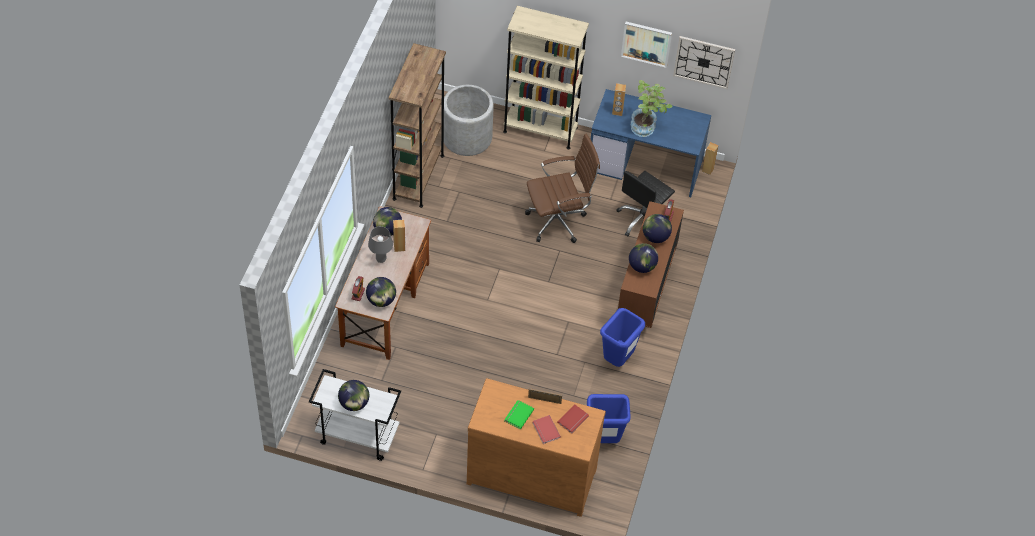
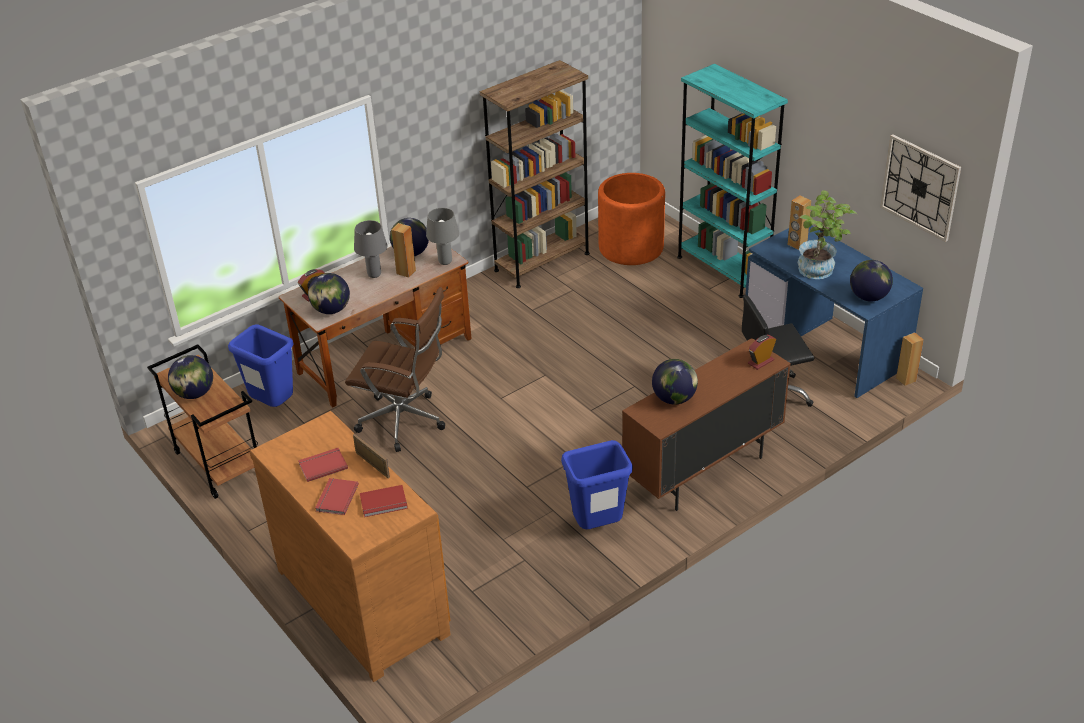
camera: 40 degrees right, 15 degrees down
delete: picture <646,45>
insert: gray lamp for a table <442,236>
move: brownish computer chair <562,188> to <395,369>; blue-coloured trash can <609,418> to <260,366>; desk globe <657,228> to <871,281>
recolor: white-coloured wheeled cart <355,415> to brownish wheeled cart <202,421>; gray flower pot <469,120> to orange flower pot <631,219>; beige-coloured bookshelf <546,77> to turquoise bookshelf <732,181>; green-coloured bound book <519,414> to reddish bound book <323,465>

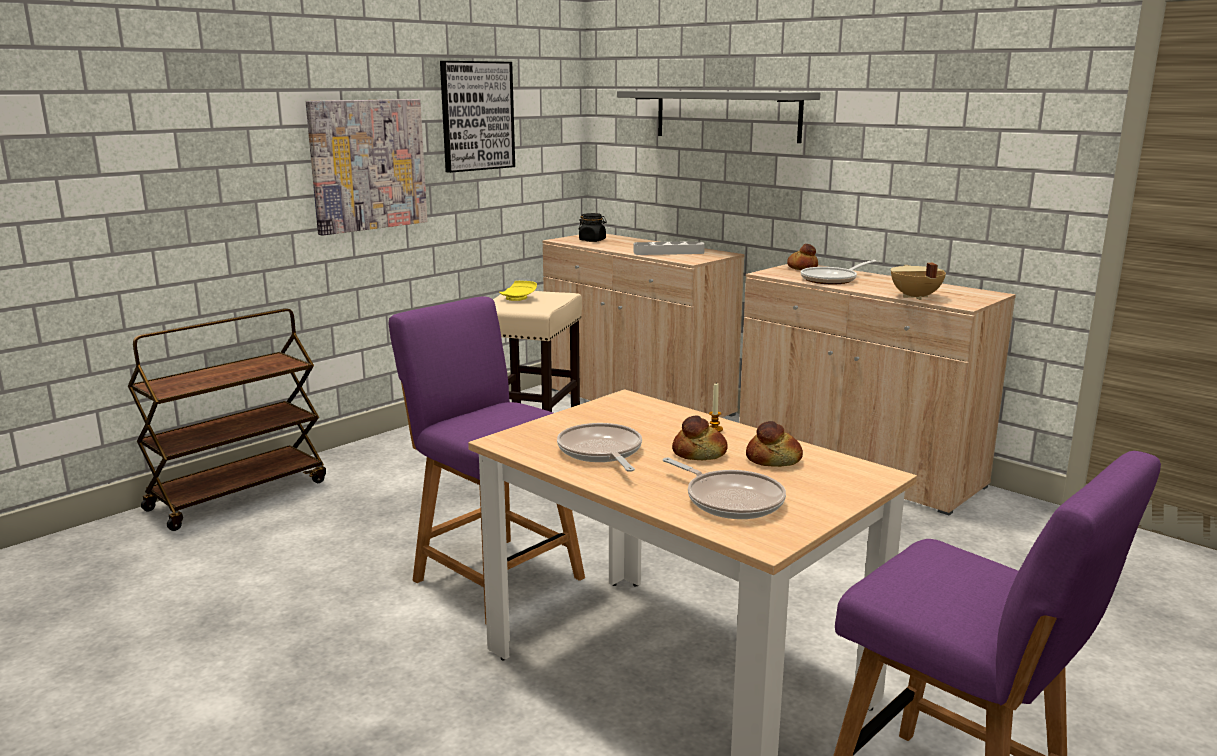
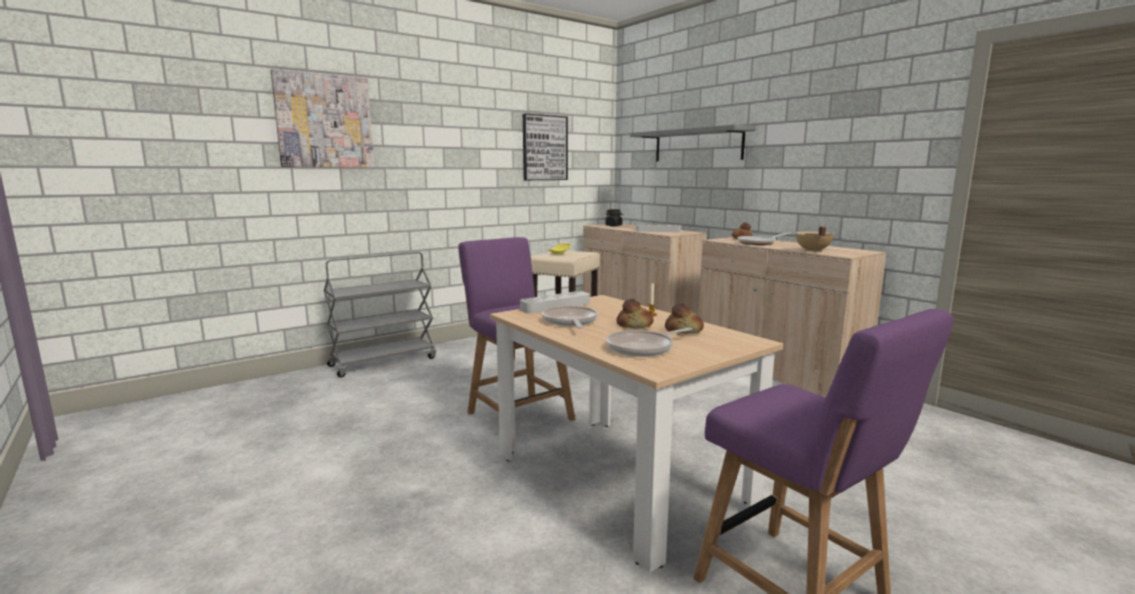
camera: 10 degrees right, 5 degrees down
insert: gray tray <555,302>
move: picture <366,167> to <322,118>
recolor: brownish wheeled cart <227,419> to gray wheeled cart <380,314>
rotate: pan <724,488> = <649,342> 90 degrees clockwise

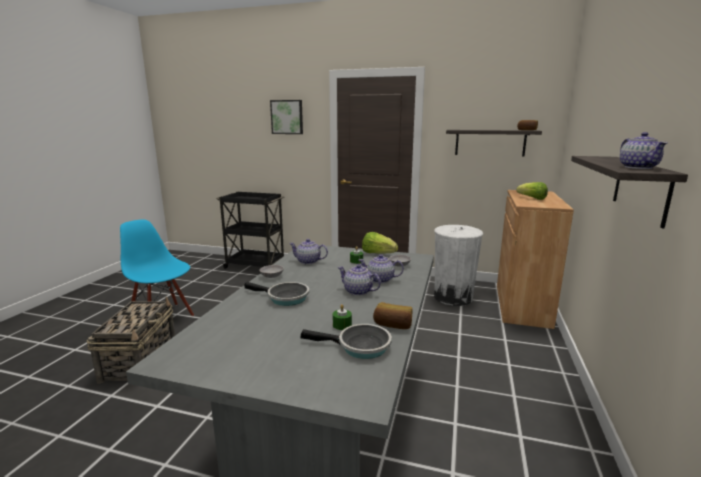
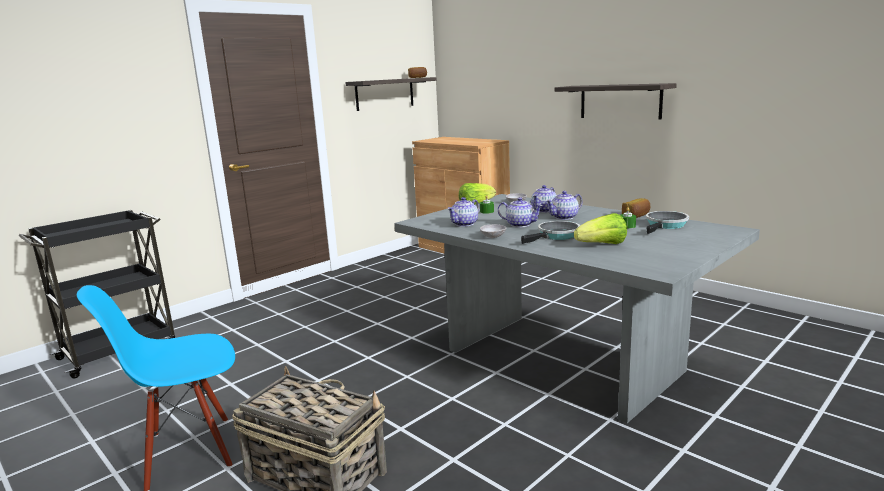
camera: 60 degrees left, 0 degrees up
delete: picture <286,117>; white-coloured trash can <458,265>
move: head of lettuce <532,191> to <600,228>; pot for tea <644,150> to <520,212>

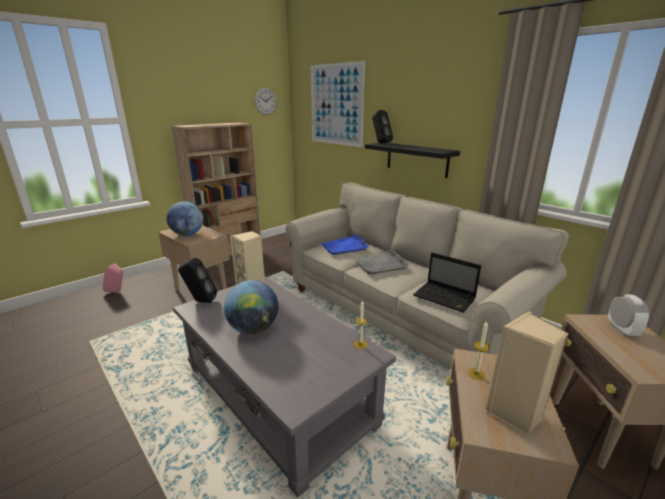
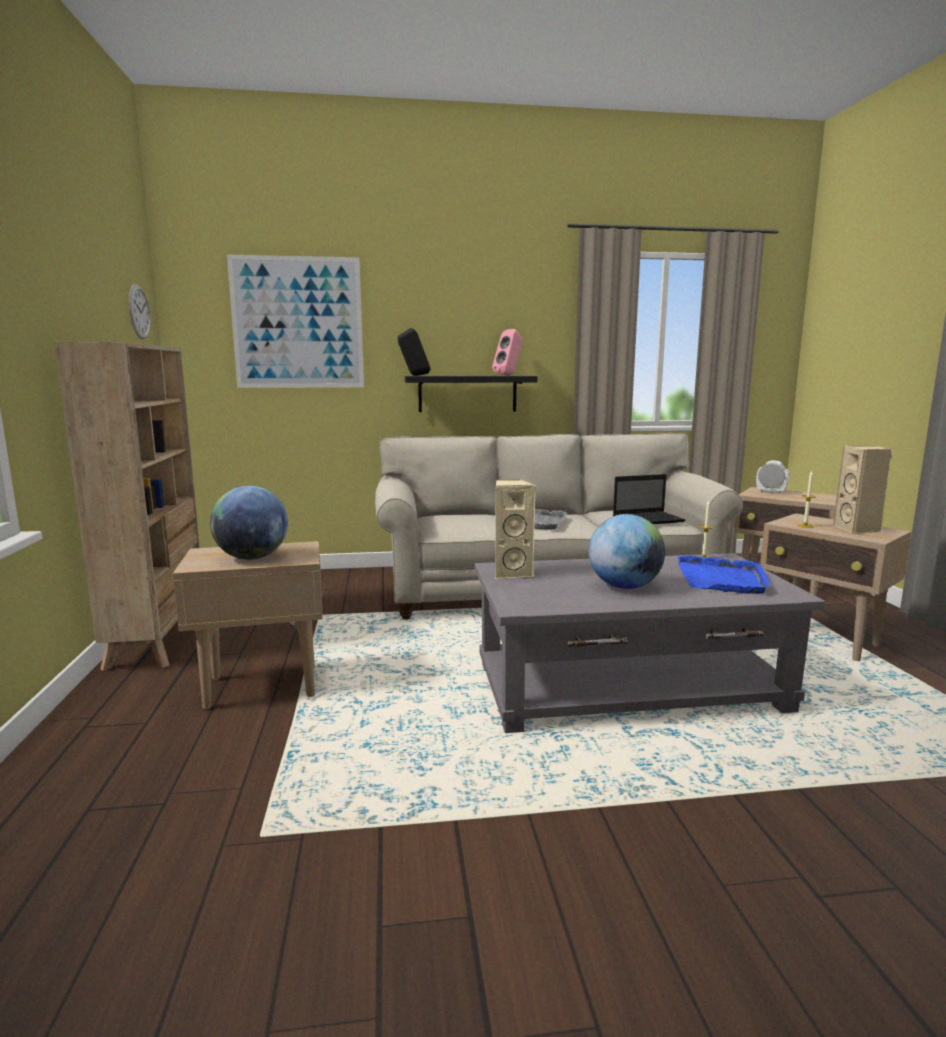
camera: 55 degrees left, 10 degrees down
delete: black-coloured loudspeaker <197,280>
move: pink loudspeaker <113,278> to <507,352>; blue-coloured tray <345,244> to <724,574>

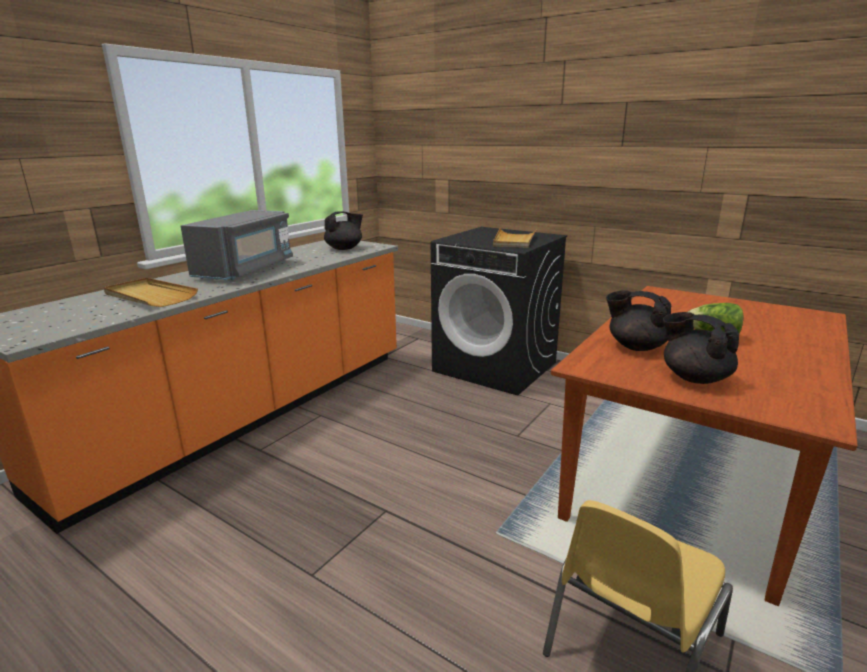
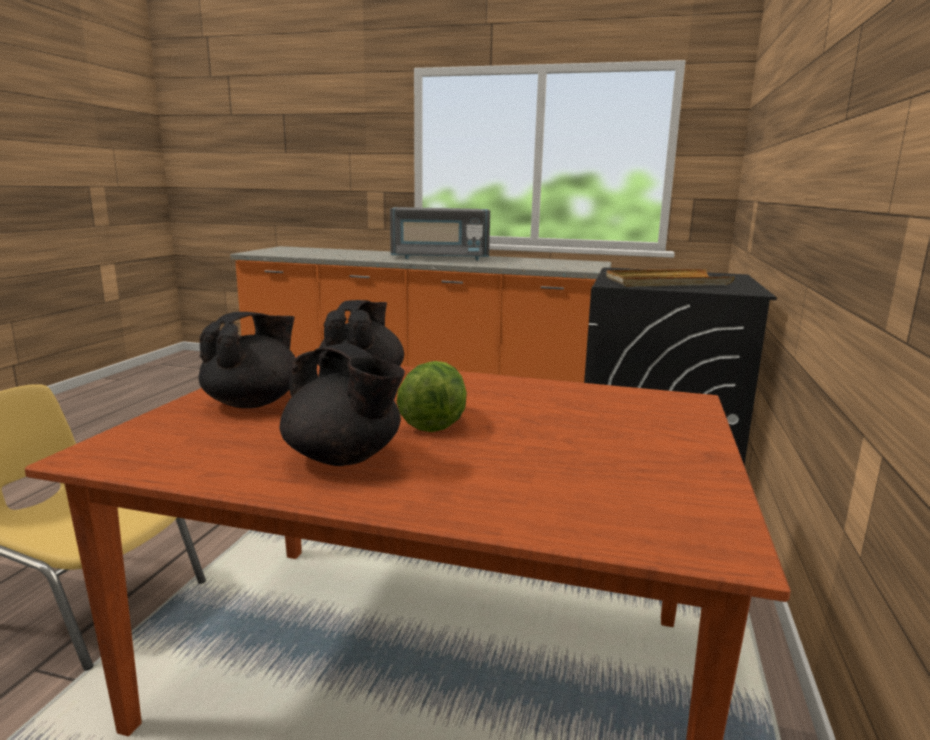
camera: 70 degrees right, 5 degrees down
delete: beige-coloured tray <150,292>
move: black-coloured pot for tea <343,230> to <342,405>

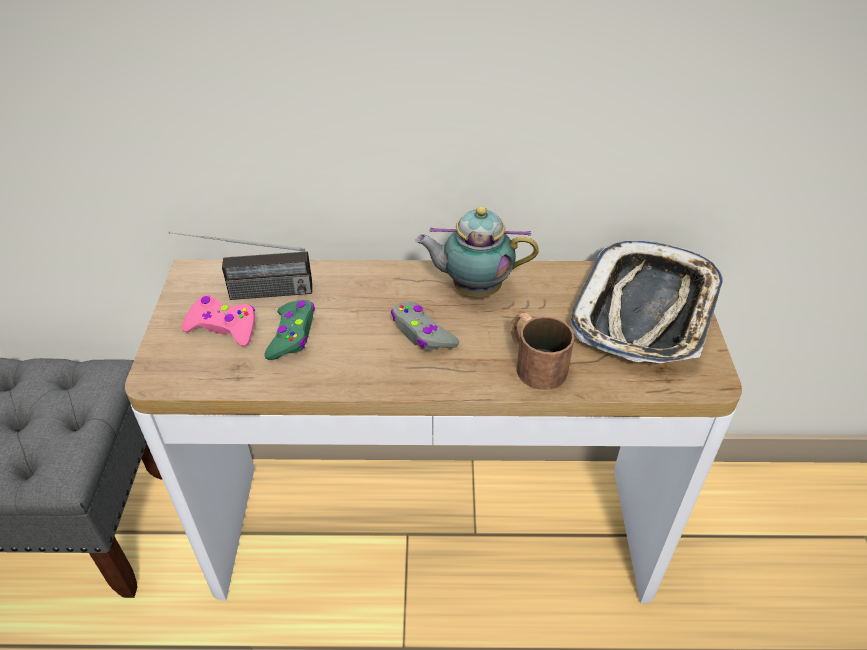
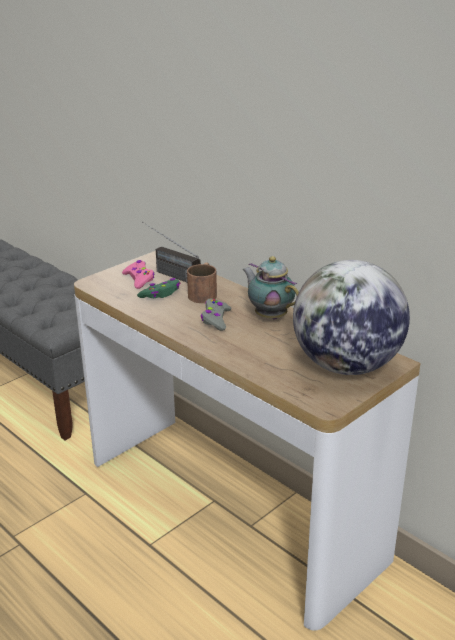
camera: 45 degrees right, 15 degrees down
move: brownish tea mug <542,351> to <202,282>
replace: tray <647,302> to desk globe <351,317>

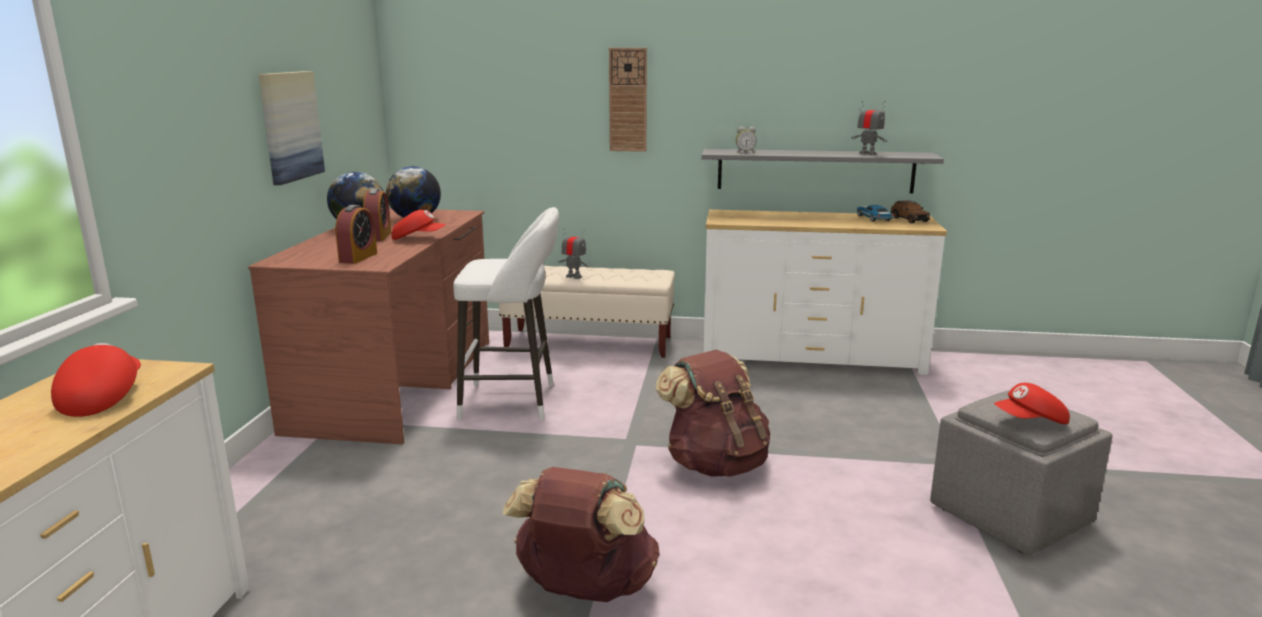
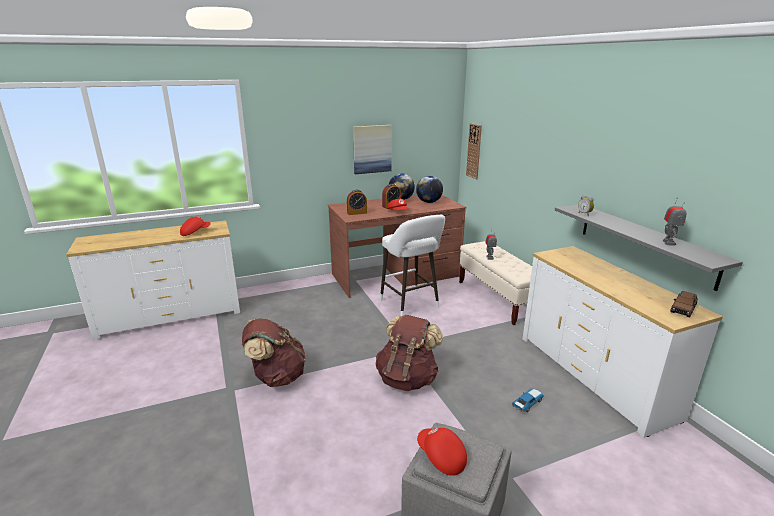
camera: 60 degrees right, 5 degrees up
move: hanging clock <628,100> to <474,151>; miniature car <875,213> to <527,400>

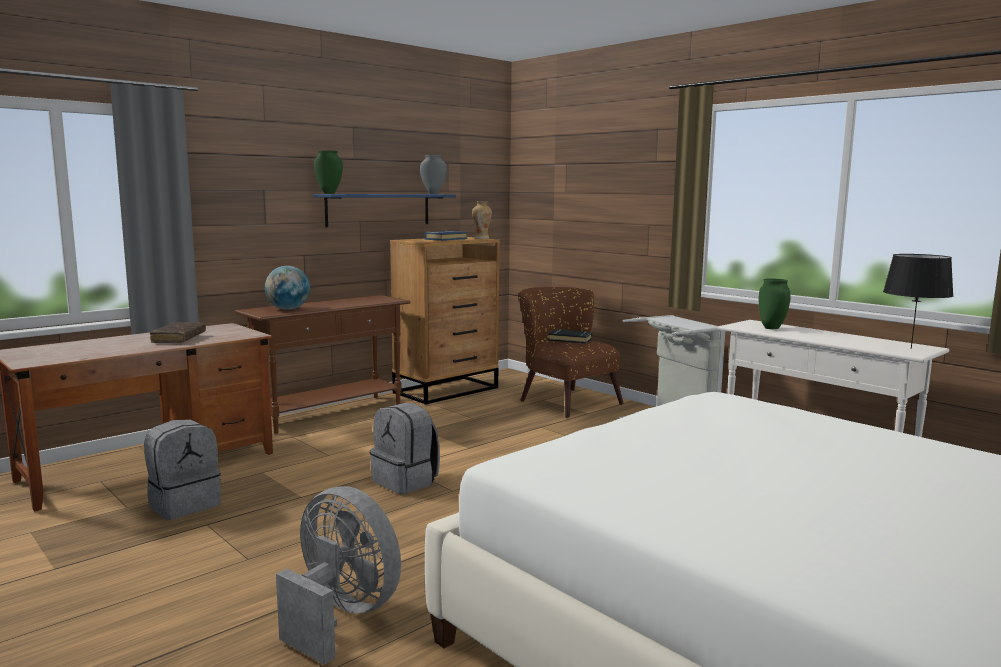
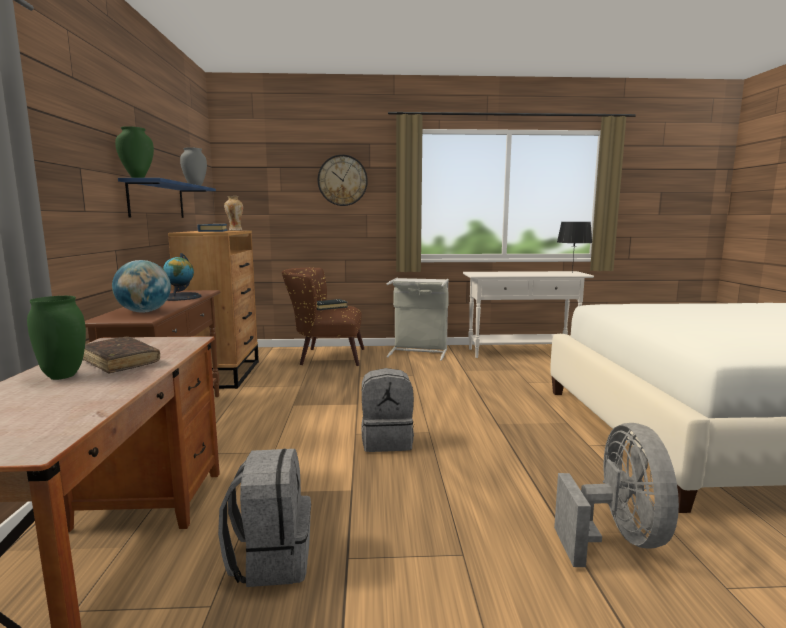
camera: 50 degrees left, 0 degrees up
insert: desk globe <182,277>; hanging clock <343,180>
move: green-coloured vase <774,304> to <56,338>
rotate: gray cooling fan <338,575> = <616,495> 105 degrees clockwise

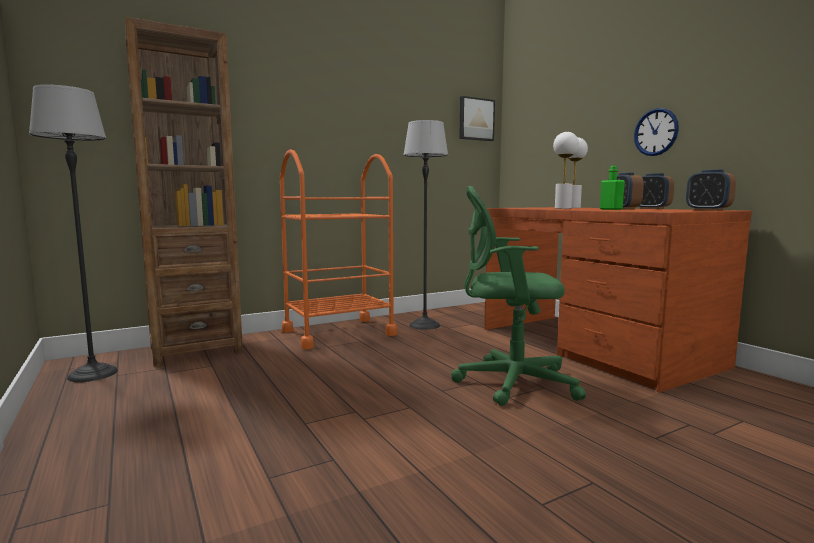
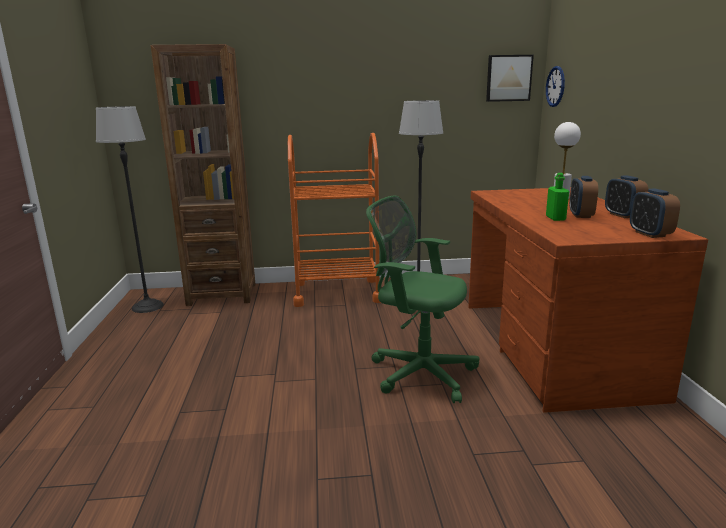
camera: 25 degrees right, 10 degrees up
delete: white-coloured lamp for a table <566,170>
move: hanging clock <656,132> to <555,86>

